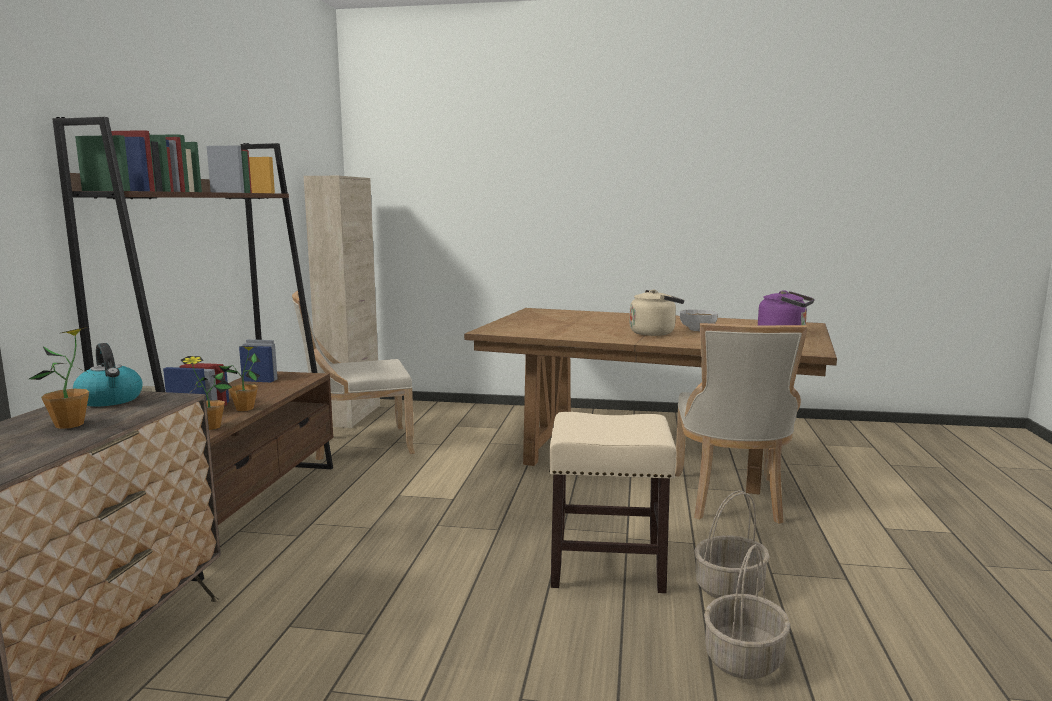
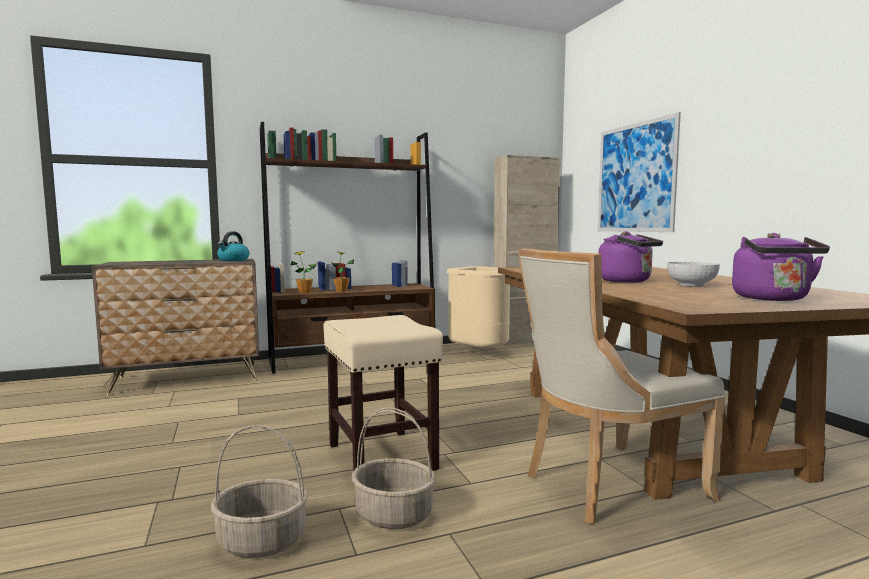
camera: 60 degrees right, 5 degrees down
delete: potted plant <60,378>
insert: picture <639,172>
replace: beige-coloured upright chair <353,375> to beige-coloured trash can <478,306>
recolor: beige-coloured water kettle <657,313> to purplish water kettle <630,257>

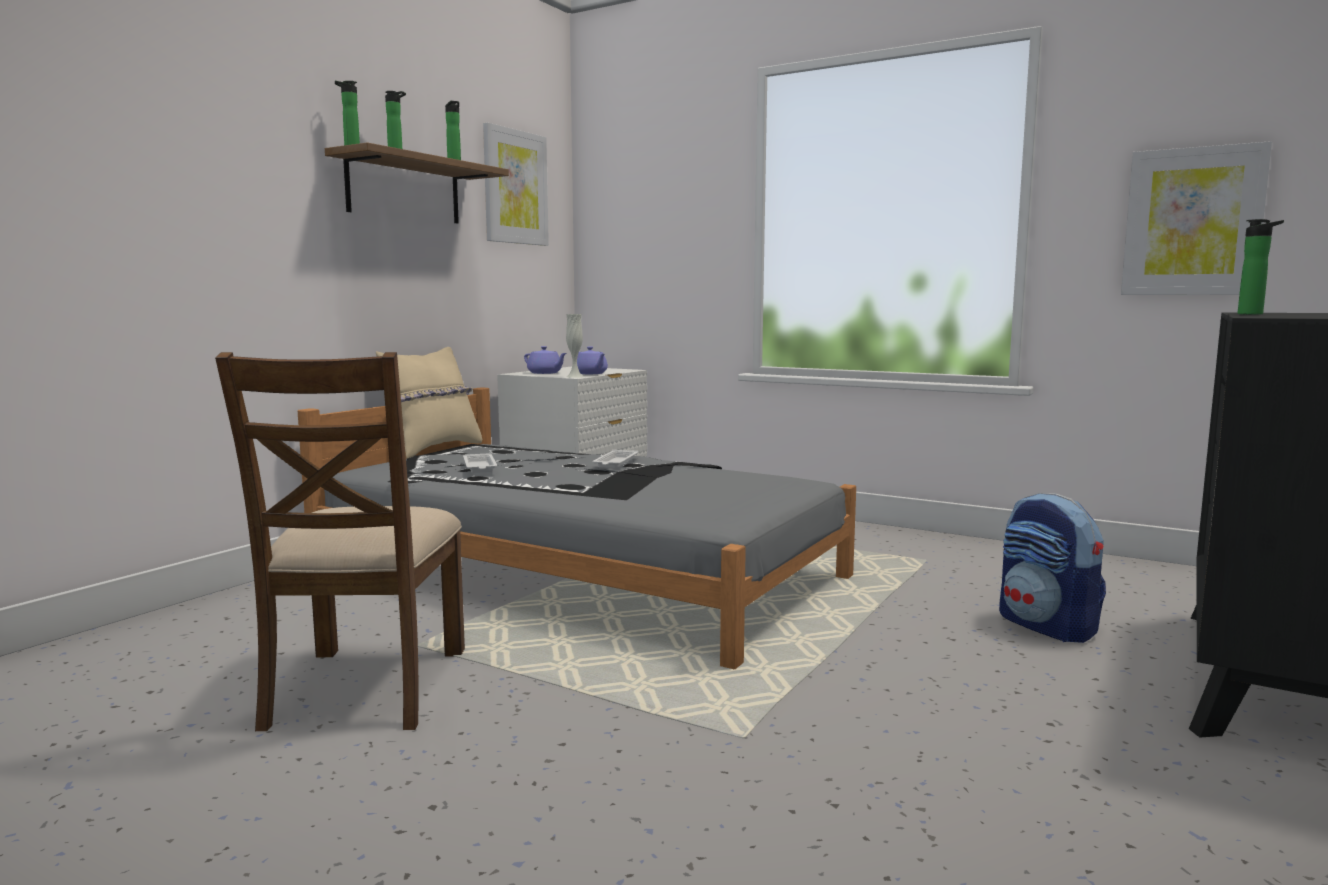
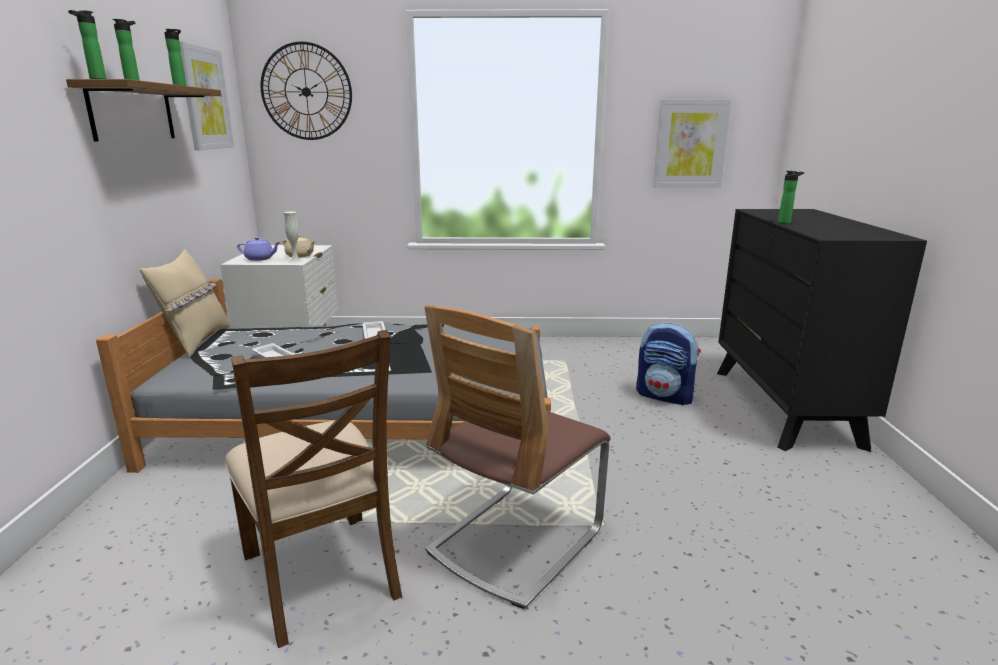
camera: 30 degrees left, 10 degrees up
insert: hanging clock <306,91>; upright chair <517,457>
recolor: purplish pot for tea <592,360> to beige-coloured pot for tea <299,246>

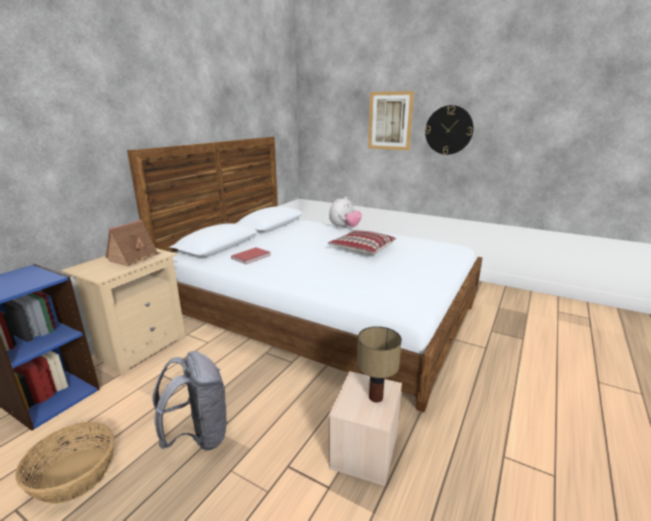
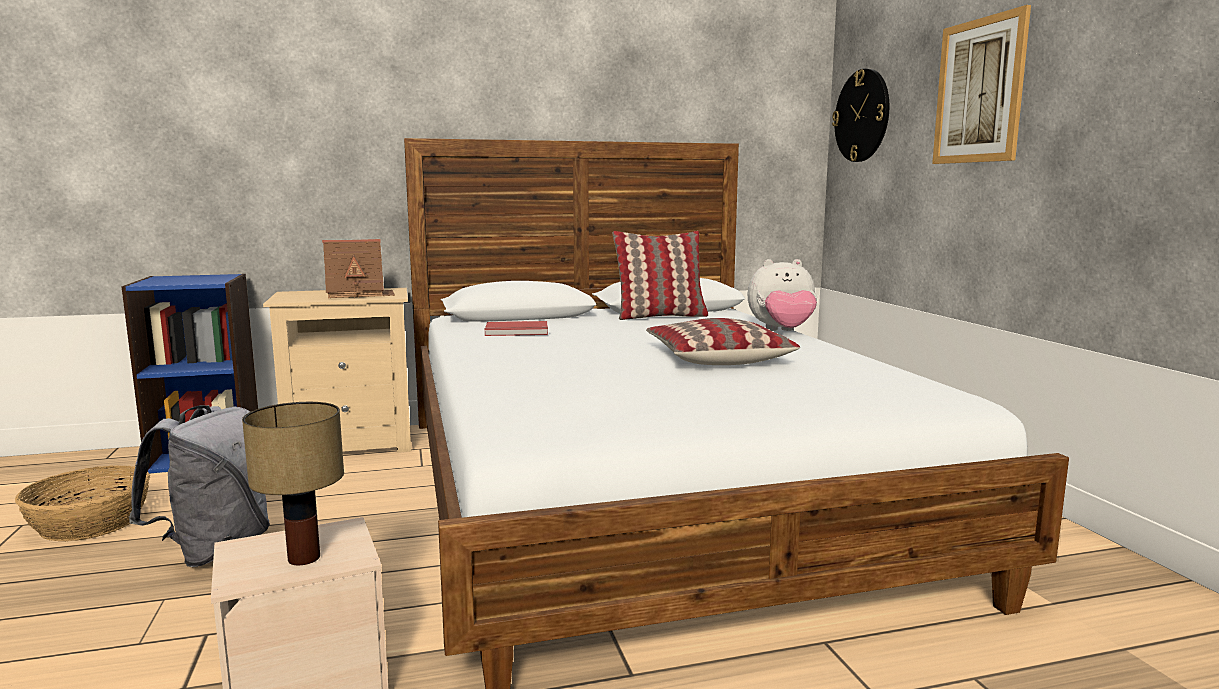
camera: 45 degrees right, 10 degrees down
insert: throw pillow <660,275>
move: hanging clock <449,130> to <860,115>

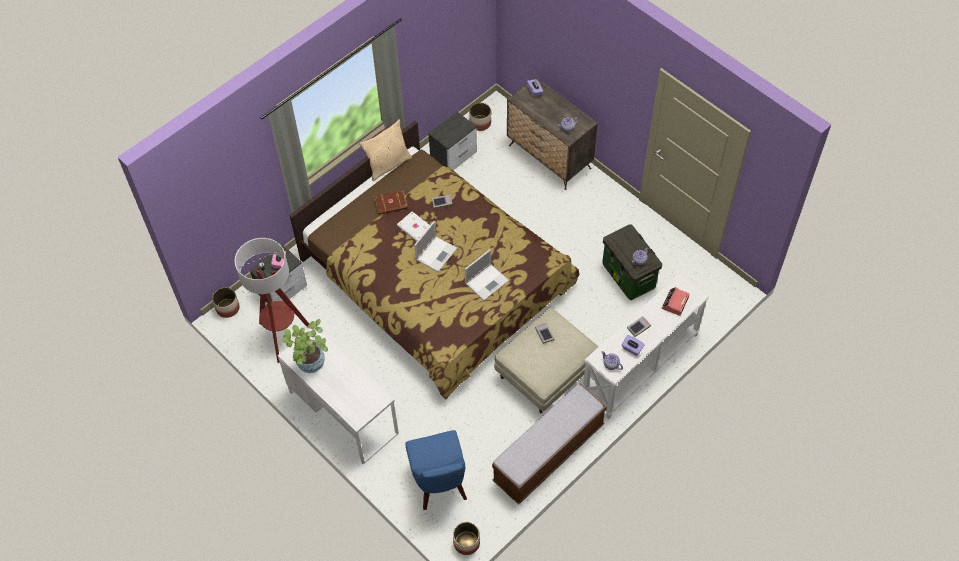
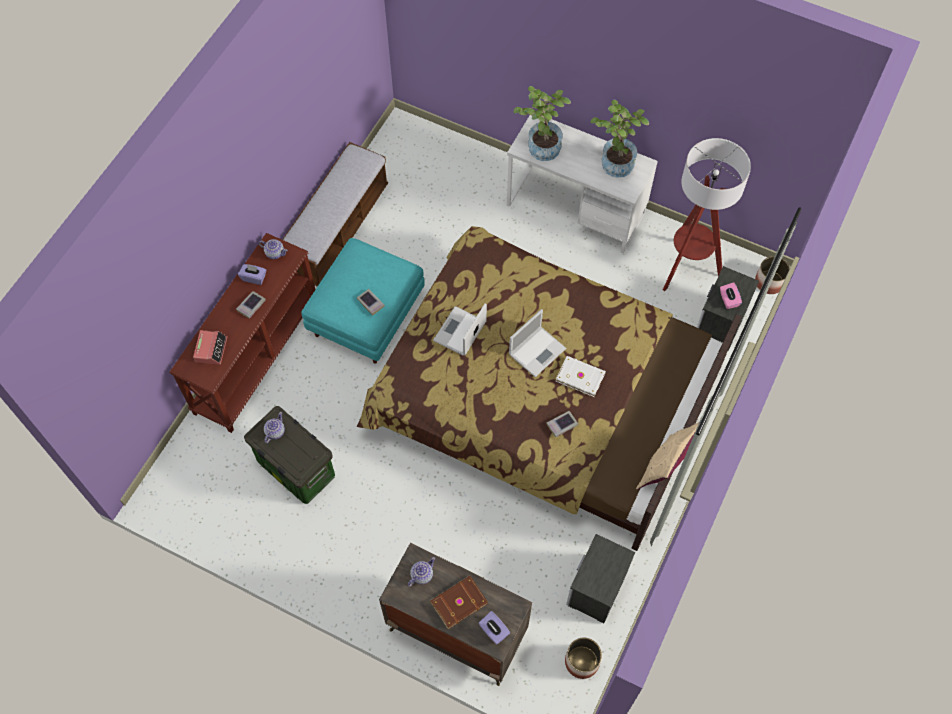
camera: 160 degrees right, 5 degrees up
delete: blue-coloured upright chair <436,470>; flower pot <466,538>
insert: potted plant <542,123>
move: brownish bound book <391,202> to <459,602>
recolor: beige-coloured pouffe <546,360> to turquoise pouffe <363,301>; white-coloured narrow table <646,346> to brownish narrow table <242,333>
rotate: laptop <435,246> = <537,343> 150 degrees counterclockwise

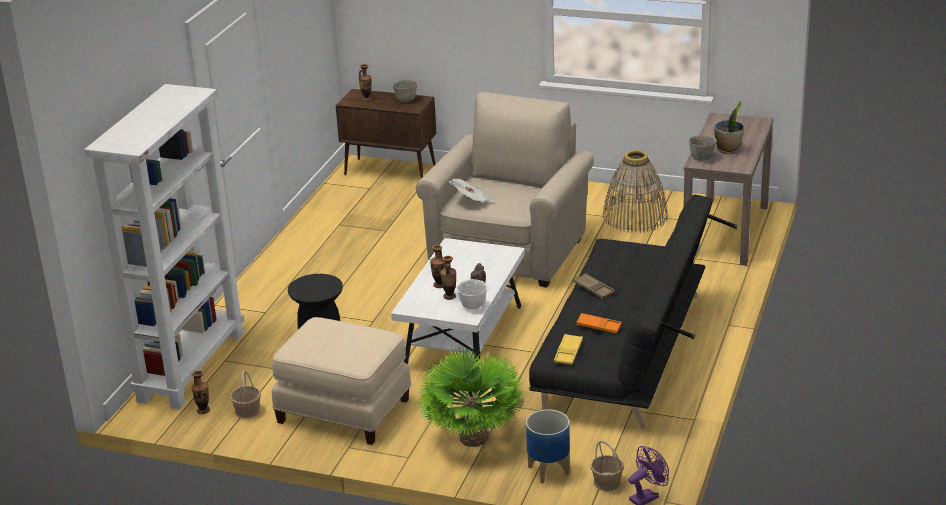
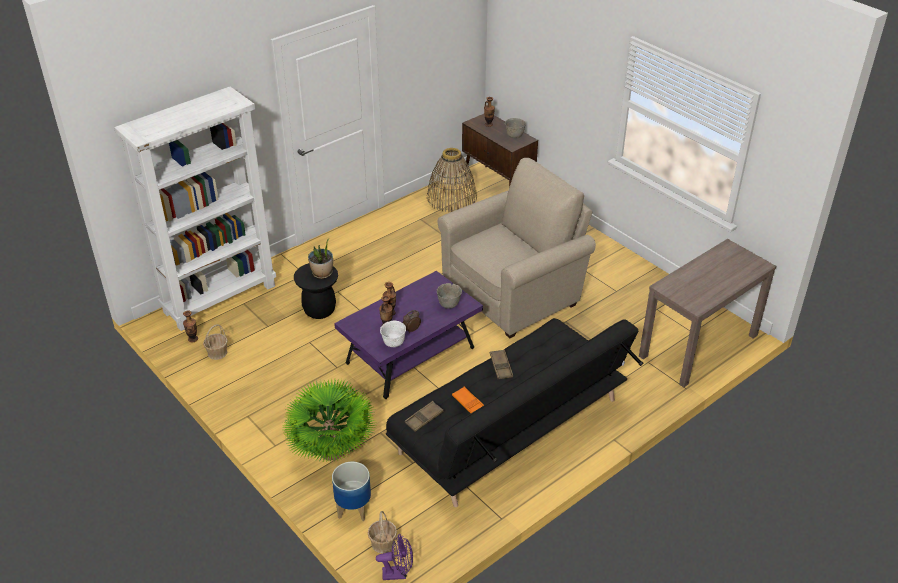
camera: 30 degrees right, 10 degrees up
delete: beige-coloured pouffe <342,381>; printed paper <472,190>
move: storage basket <635,191> to <452,180>; gray serving bowl <703,147> to <449,296>; potted plant <729,126> to <320,258>
recolor: white-coloured lounge table <458,301> to purplish lounge table <408,335>; yellow tray <568,349> to brownish tray <424,416>

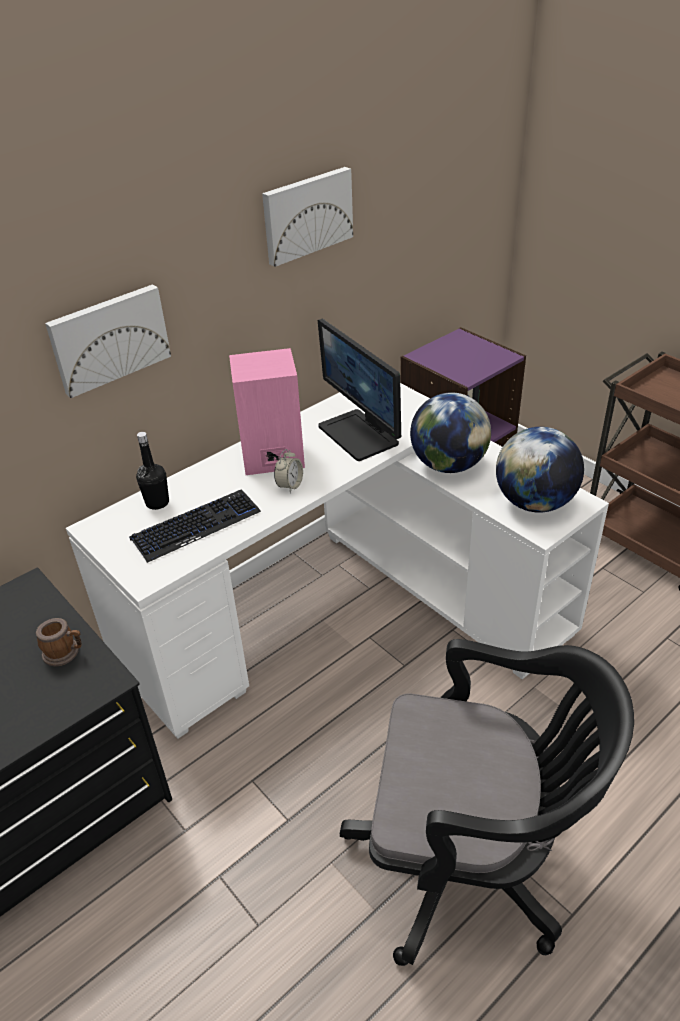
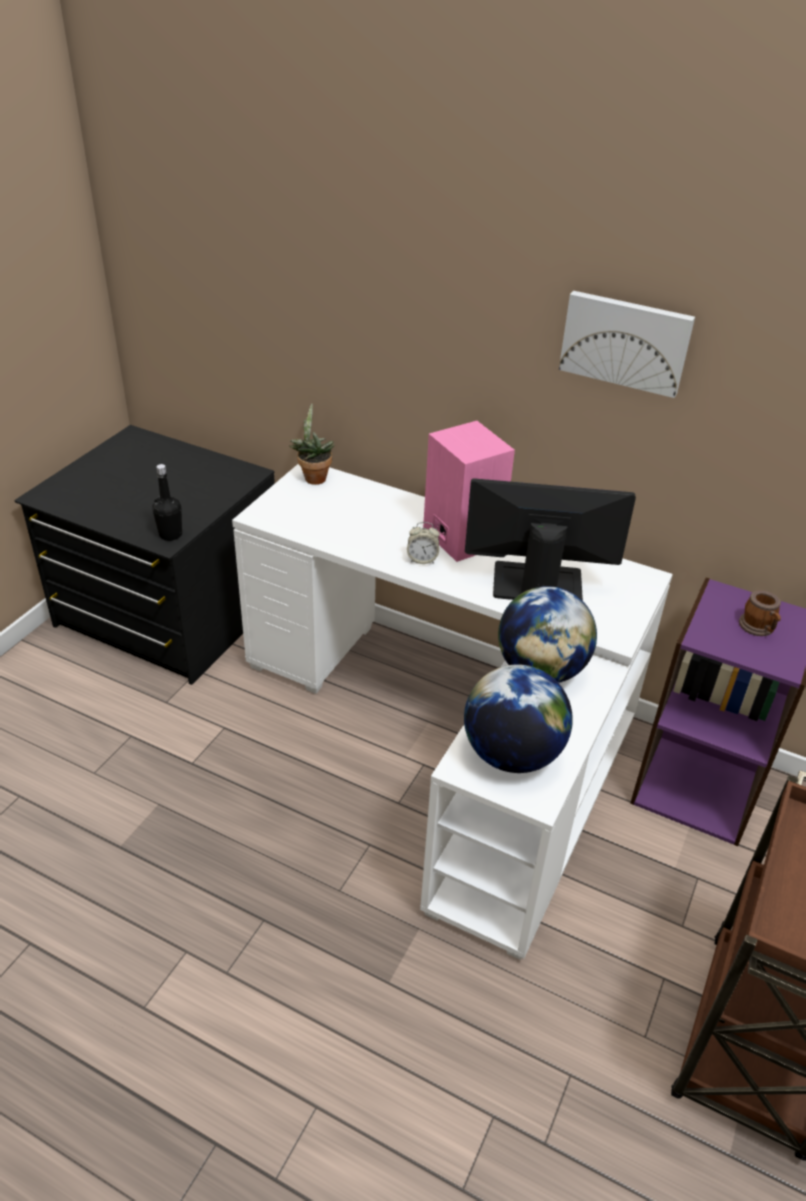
camera: 65 degrees right, 0 degrees up
delete: picture <108,341>; keyboard <195,526>; black-coloured computer chair <487,802>
insert: potted plant <312,444>
move: tea mug <59,642> to <760,613>; black-coloured drink bottle <152,471> to <167,502>
rotate: computer display <359,389> = <550,539> 60 degrees clockwise

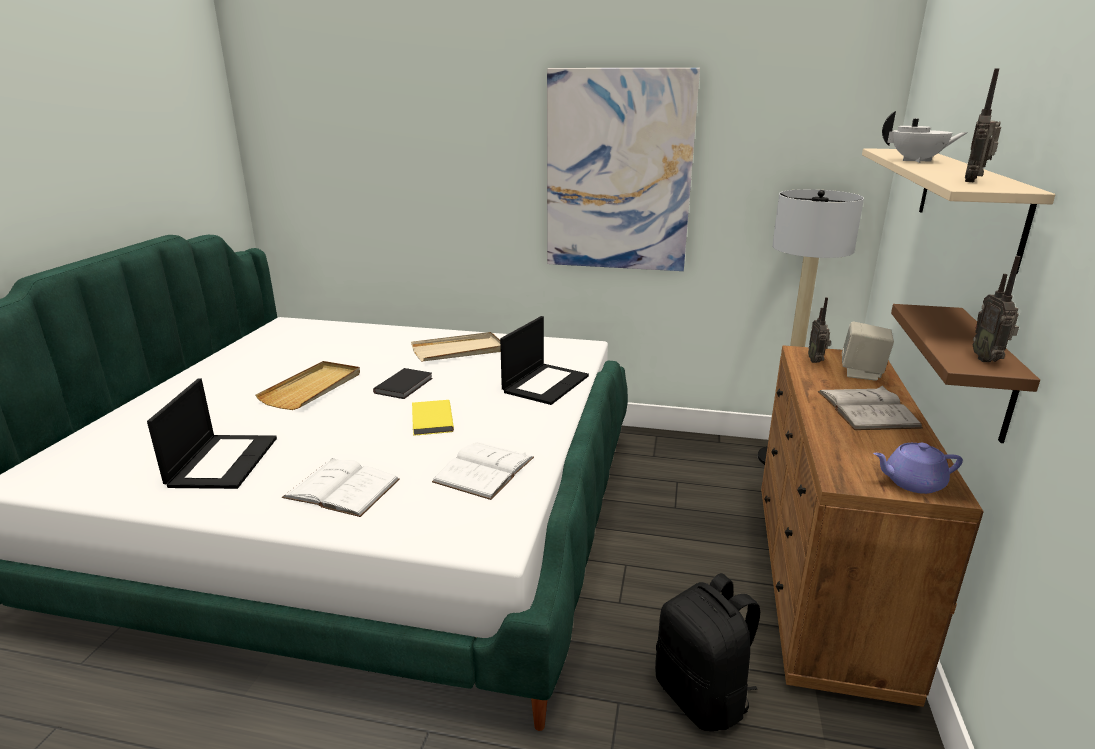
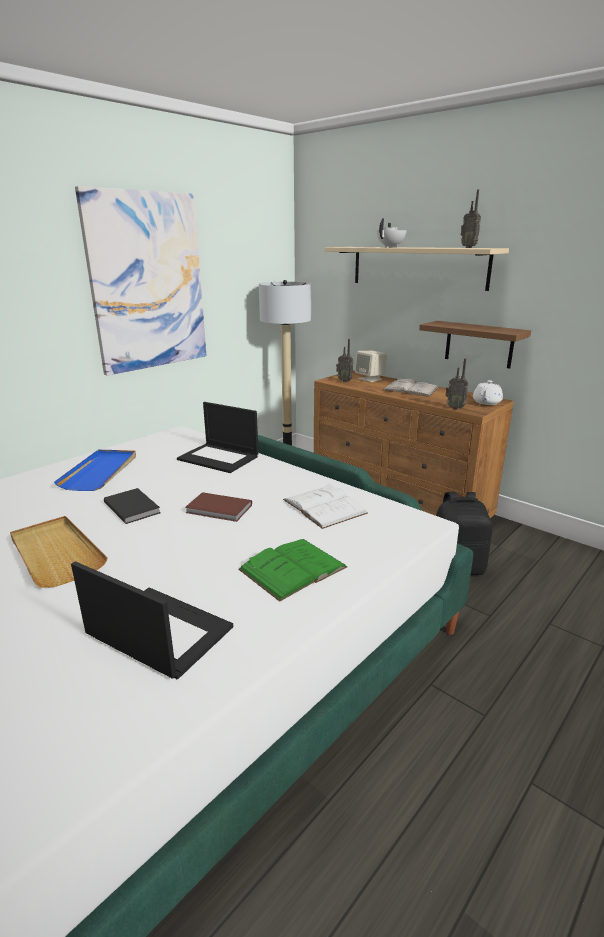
camera: 60 degrees left, 0 degrees up
move: radio set <997,309> to <456,384>
recolor: white-coloured bound book <341,487> to green-coloured bound book <292,570>; beige-coloured tray <456,347> to blue-coloured tray <95,470>; yellow bound book <433,418> to brownish bound book <218,507>; purplish pot for tea <918,468> to white-coloured pot for tea <488,392>
rotate: laptop <544,360> = <217,437> 150 degrees clockwise

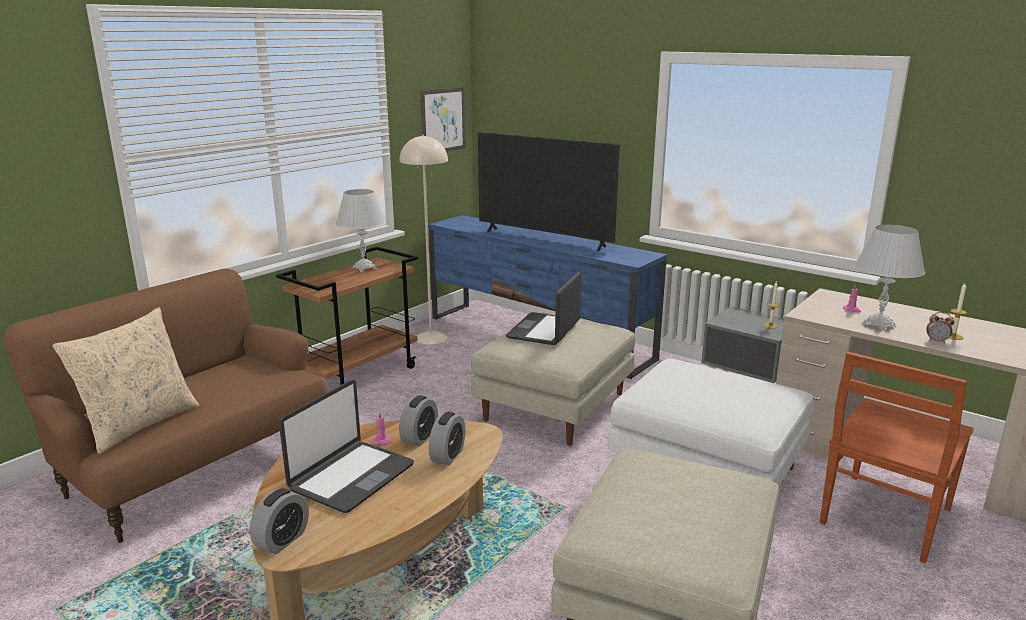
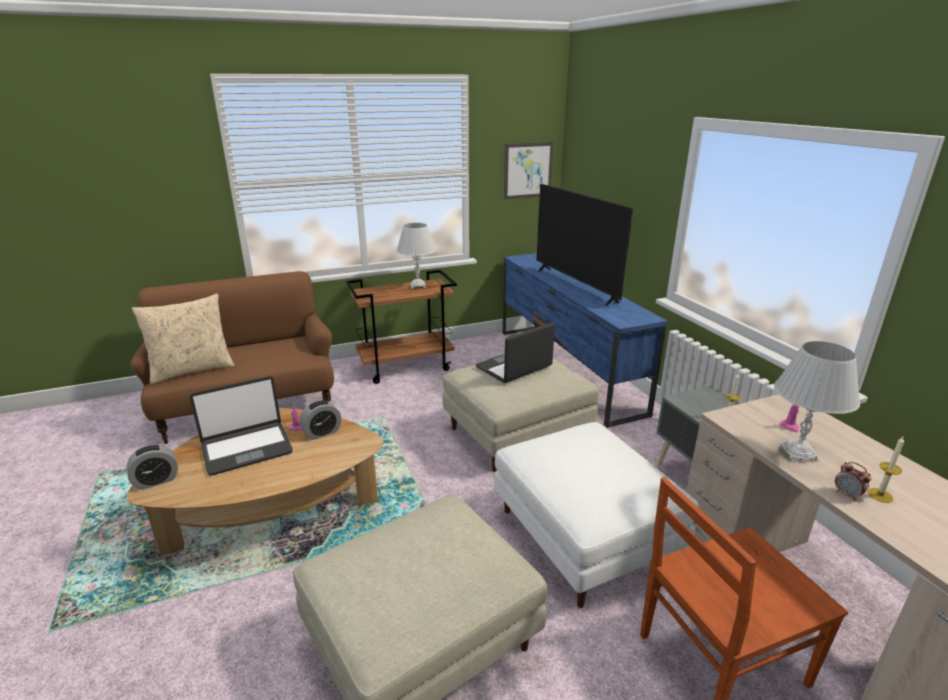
camera: 30 degrees right, 5 degrees up
delete: beige-coloured standard lamp <424,240>; bedside clock <447,438>

